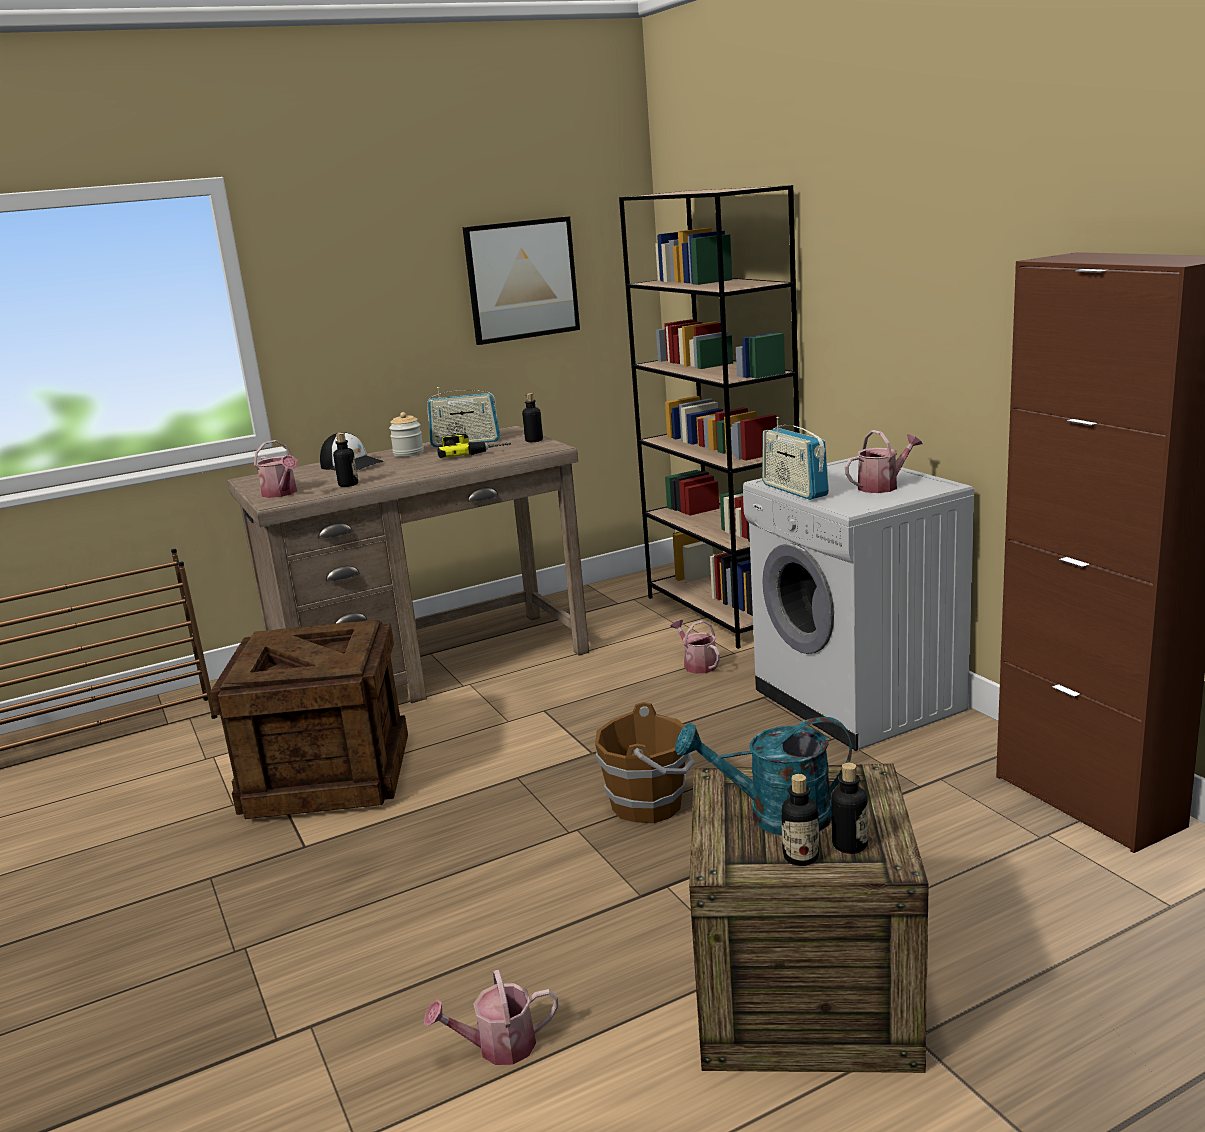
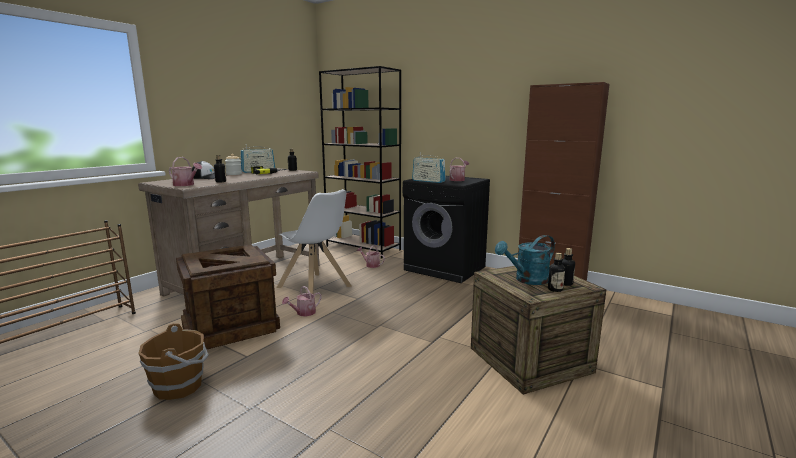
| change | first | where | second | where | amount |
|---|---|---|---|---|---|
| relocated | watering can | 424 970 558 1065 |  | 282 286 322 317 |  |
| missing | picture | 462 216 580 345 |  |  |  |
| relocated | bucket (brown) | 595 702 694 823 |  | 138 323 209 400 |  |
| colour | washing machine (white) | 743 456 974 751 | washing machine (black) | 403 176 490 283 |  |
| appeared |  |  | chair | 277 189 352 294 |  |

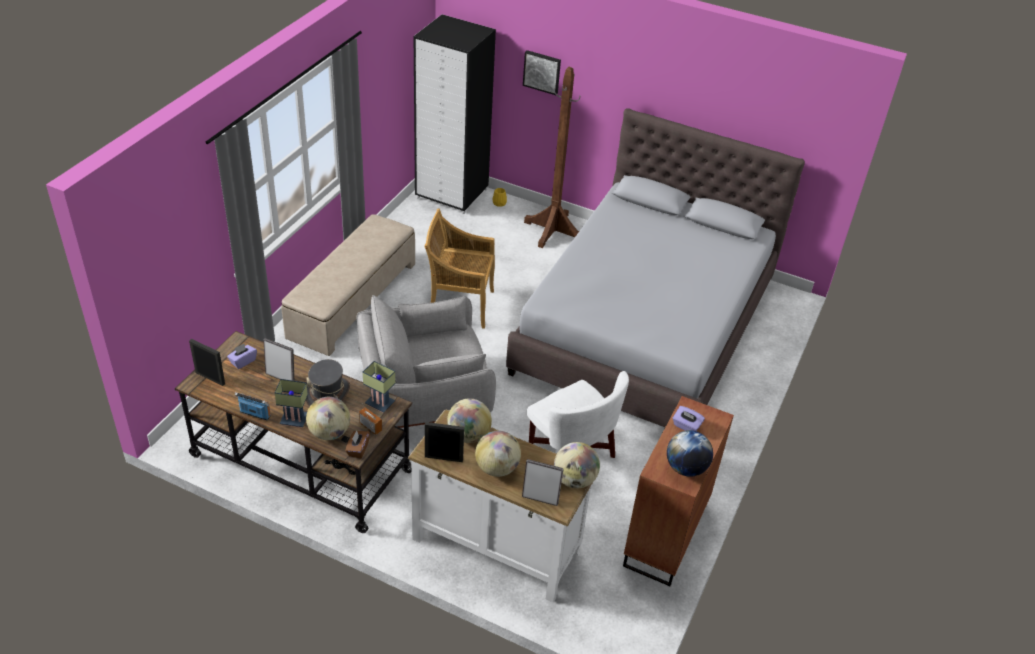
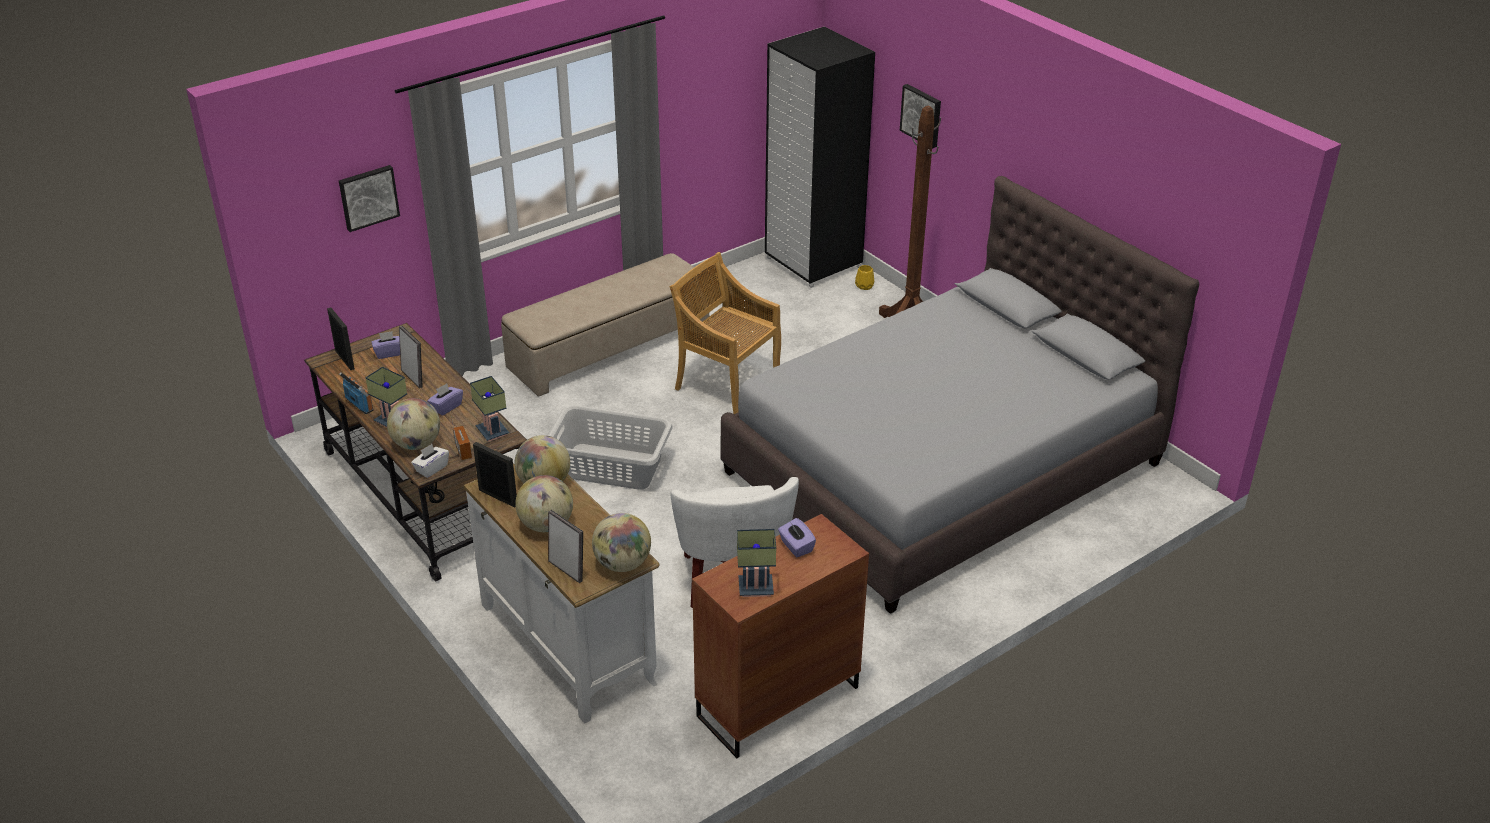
| change | first | where | second | where | amount |
|---|---|---|---|---|---|
| exchanged | hat (grey) | 306 359 350 407 | tissue box (purple) | 427 383 463 415 |  |
| colour | tissue box (brown) | 345 431 370 459 | tissue box (white) | 411 444 449 478 |  |
| exchanged | armchair (grey) | 357 295 496 428 | laundry basket (grey) | 548 405 673 490 |  |
| exchanged | globe | 667 430 713 477 | table lamp | 737 529 776 597 |  |
| appeared |  |  | picture | 339 165 400 232 |  |

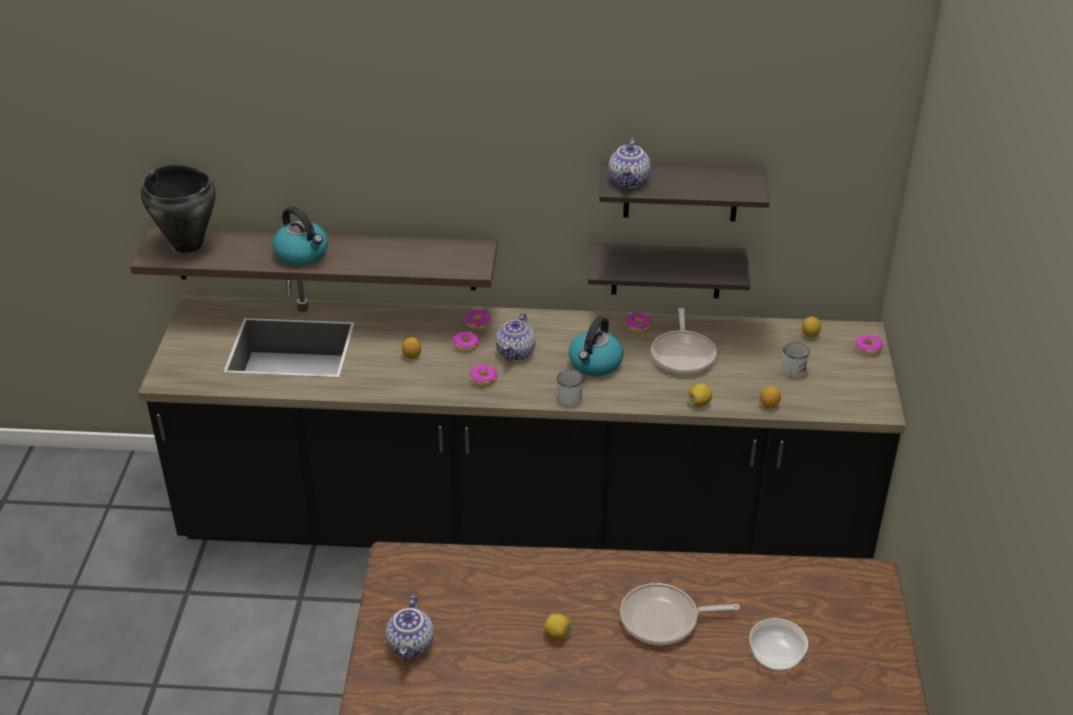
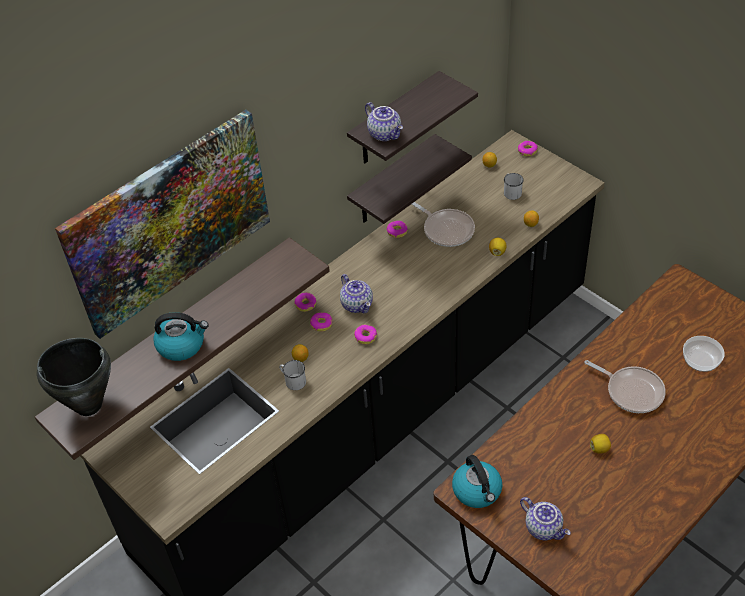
| change | first | where | second | where | amount |
|---|---|---|---|---|---|
| relocated | mug (white) | 557 370 584 406 |  | 279 360 306 390 |  |
| relocated | kettle | 568 316 623 376 |  | 452 455 502 508 |  |
| spun | frying pan | 620 583 740 645 |  | 585 360 666 413 | 90 degrees counterclockwise |
| appeared |  |  | picture | 55 110 270 339 |  |

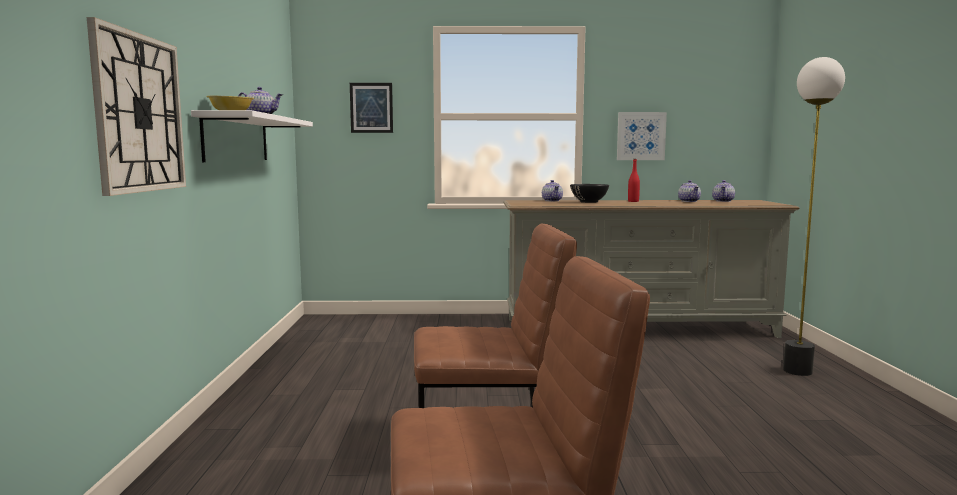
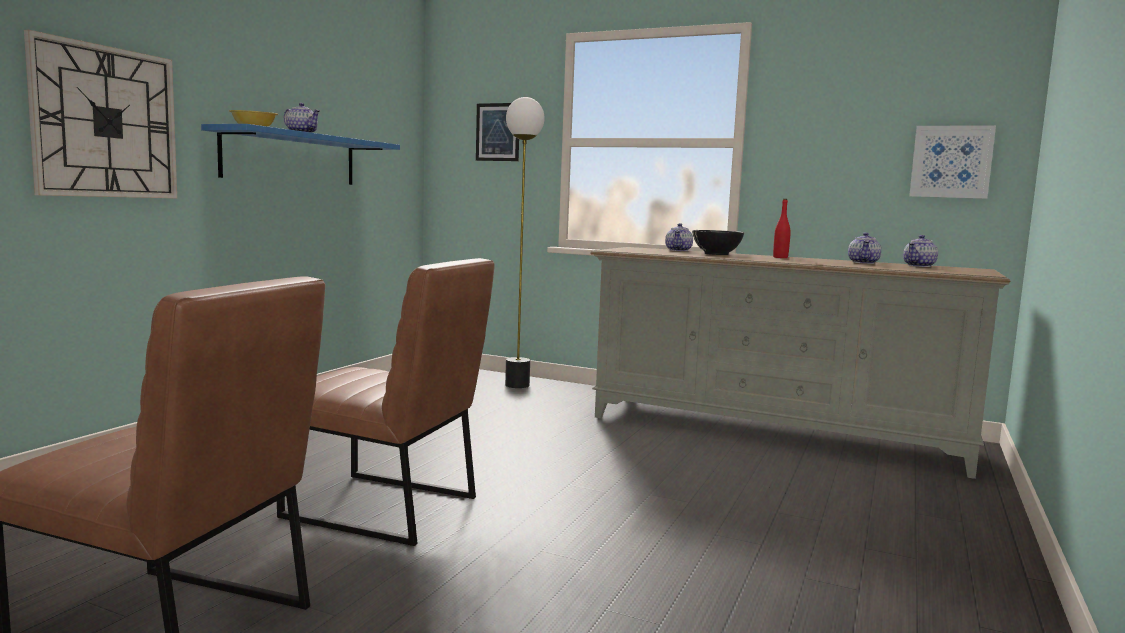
| change | first | where | second | where | amount |
|---|---|---|---|---|---|
| colour | shelf (white) | 191 110 313 162 | shelf (blue) | 201 124 400 185 |  |
| relocated | picture | 617 112 667 160 |  | 909 125 996 199 |  |
| relocated | floor lamp | 783 57 845 376 |  | 505 97 545 388 |  |

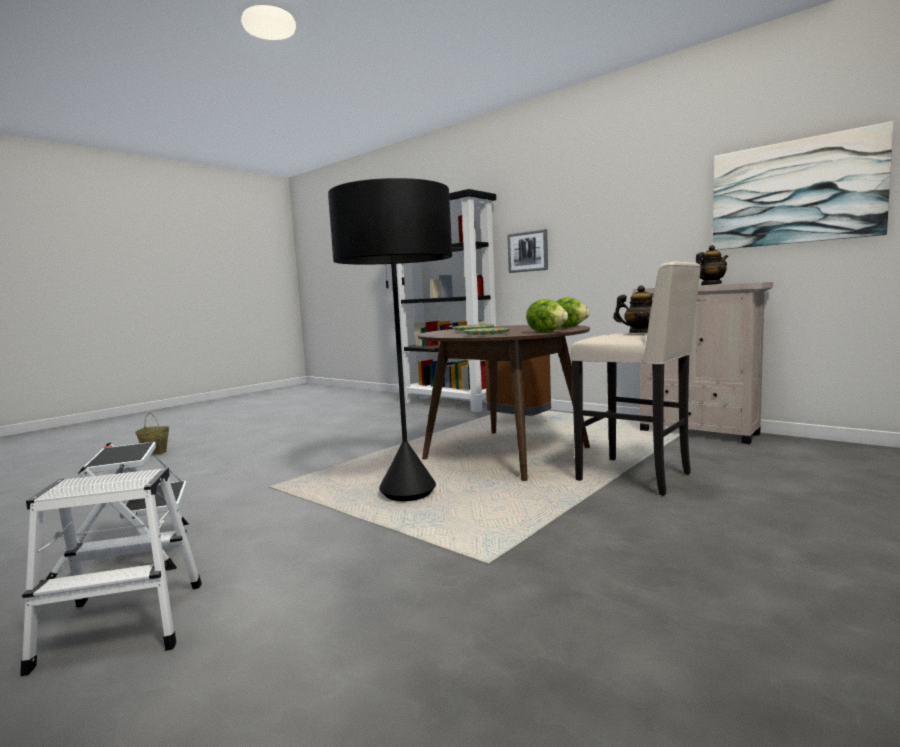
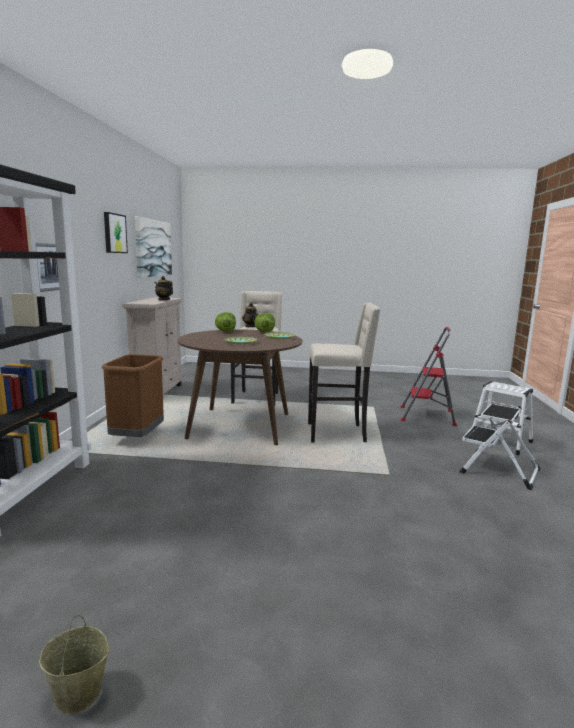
| change | first | where | second | where | amount |
|---|---|---|---|---|---|
| relocated | bucket (beige) | 135 413 169 456 |  | 39 615 109 713 |  |
| exchanged | floor lamp (black) | 328 178 452 501 | stool (beige) | 308 303 381 442 |  |
| appeared |  |  | picture | 104 212 128 253 |  |
| appeared |  |  | step ladder (red) | 400 327 457 426 |  |

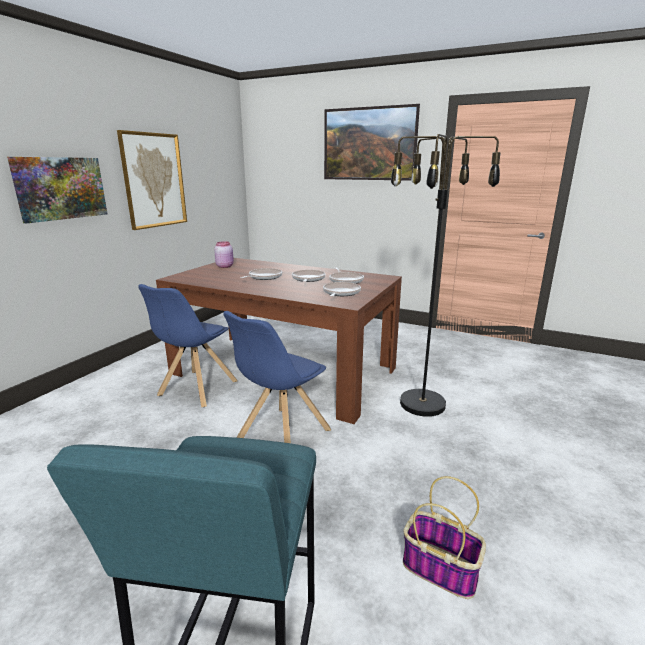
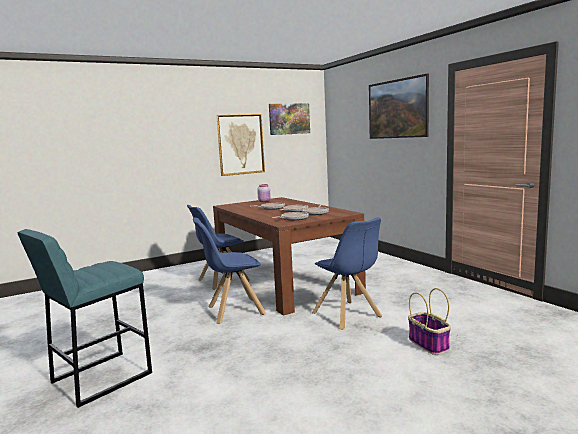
| change | first | where | second | where | amount |
|---|---|---|---|---|---|
| relocated | picture | 7 157 107 223 |  | 269 103 310 135 |  |
| exchanged | floor lamp | 391 134 501 417 | chair (blue) | 312 217 382 330 |  |
| relocated | basket | 403 476 486 599 |  | 408 288 451 355 |  |

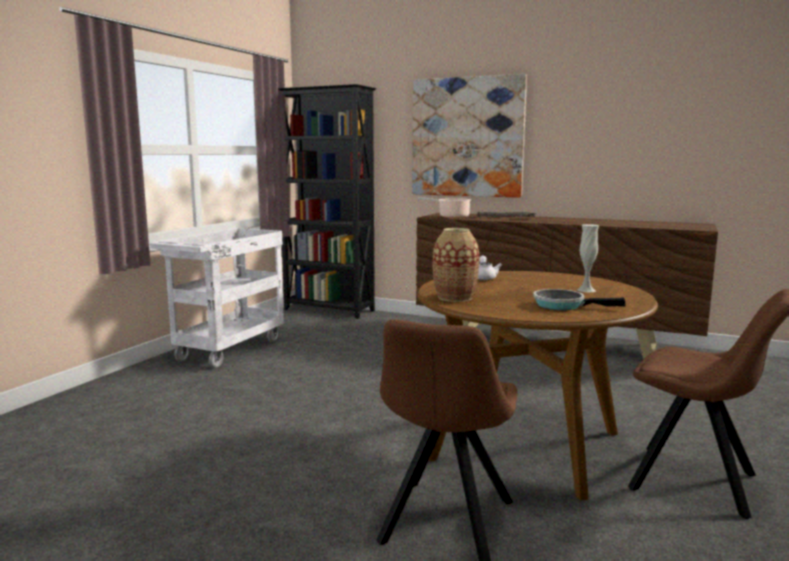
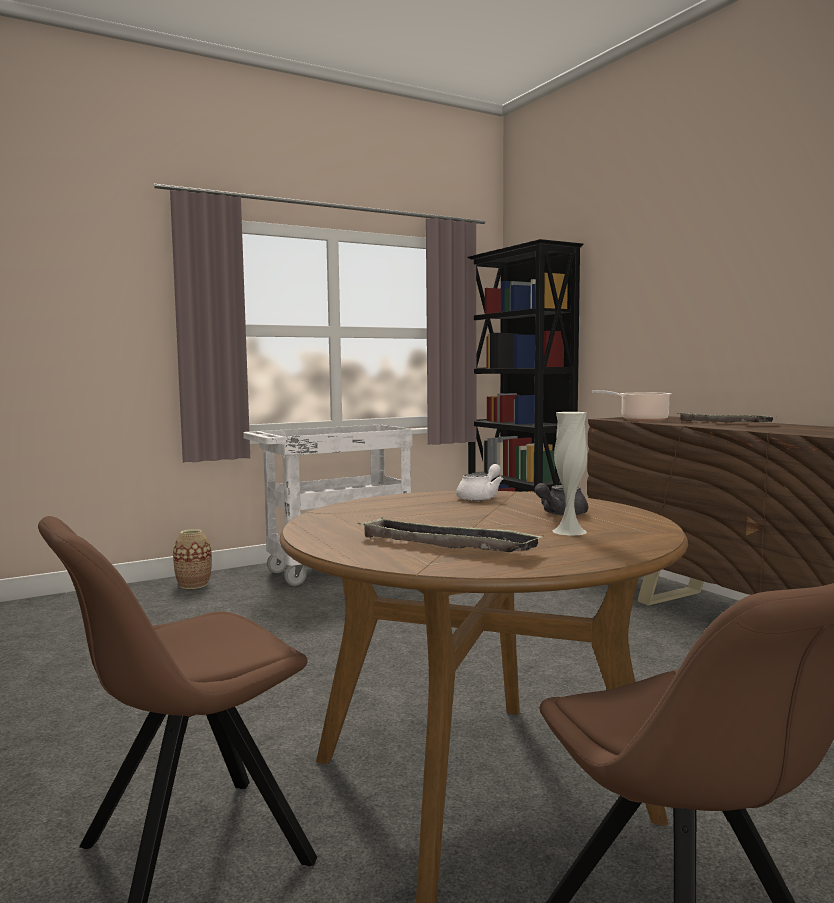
| change | first | where | second | where | amount |
|---|---|---|---|---|---|
| missing | picture | 412 74 527 198 |  |  |  |
| relocated | vase | 432 228 479 302 |  | 173 529 212 589 |  |
| exchanged | frying pan | 533 289 626 310 | tray | 357 517 544 552 |  |
| appeared |  |  | teapot (grey) | 535 483 588 516 |  |

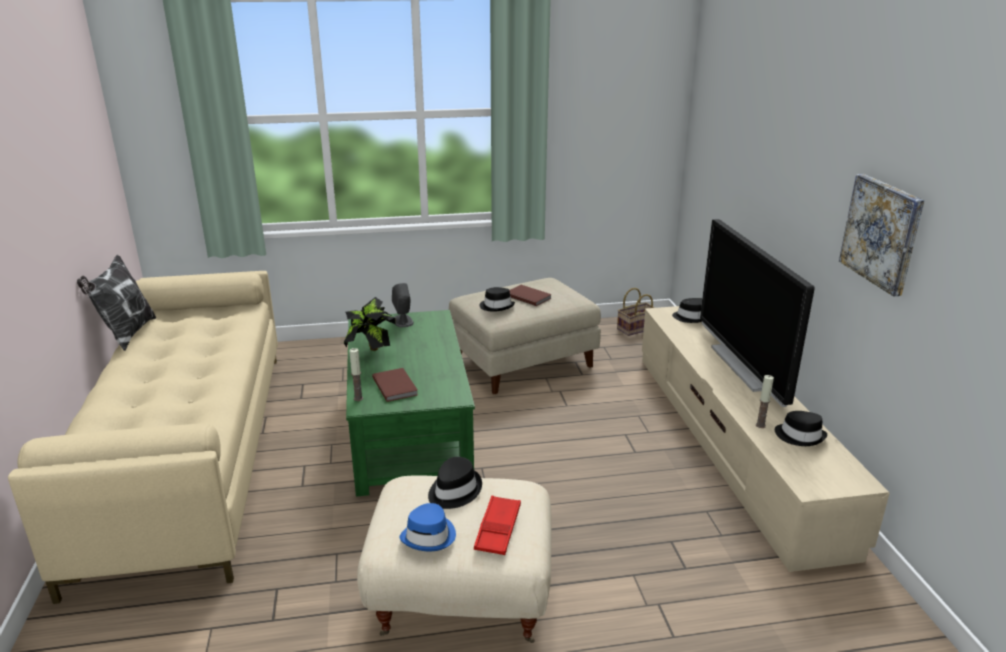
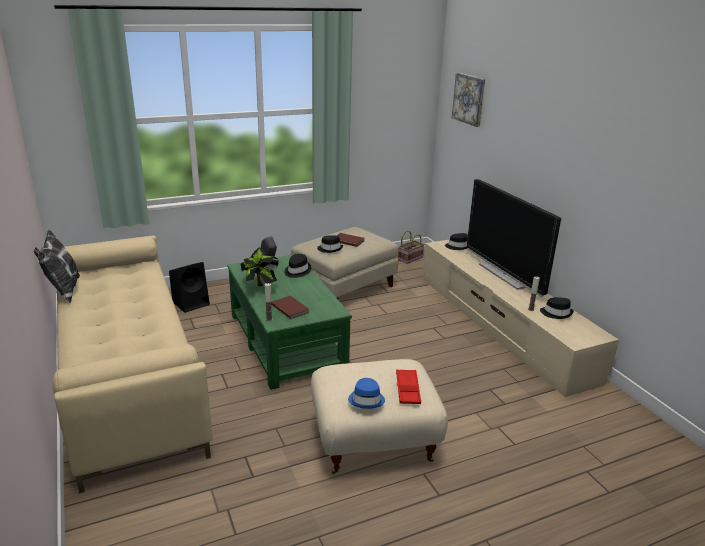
| change | first | where | second | where | amount |
|---|---|---|---|---|---|
| relocated | hat (black) | 428 457 482 509 |  | 284 254 311 278 |  |
| relocated | picture | 839 174 925 297 |  | 452 73 485 127 |  |
| appeared |  |  | speaker (black) | 169 262 210 313 |  |

